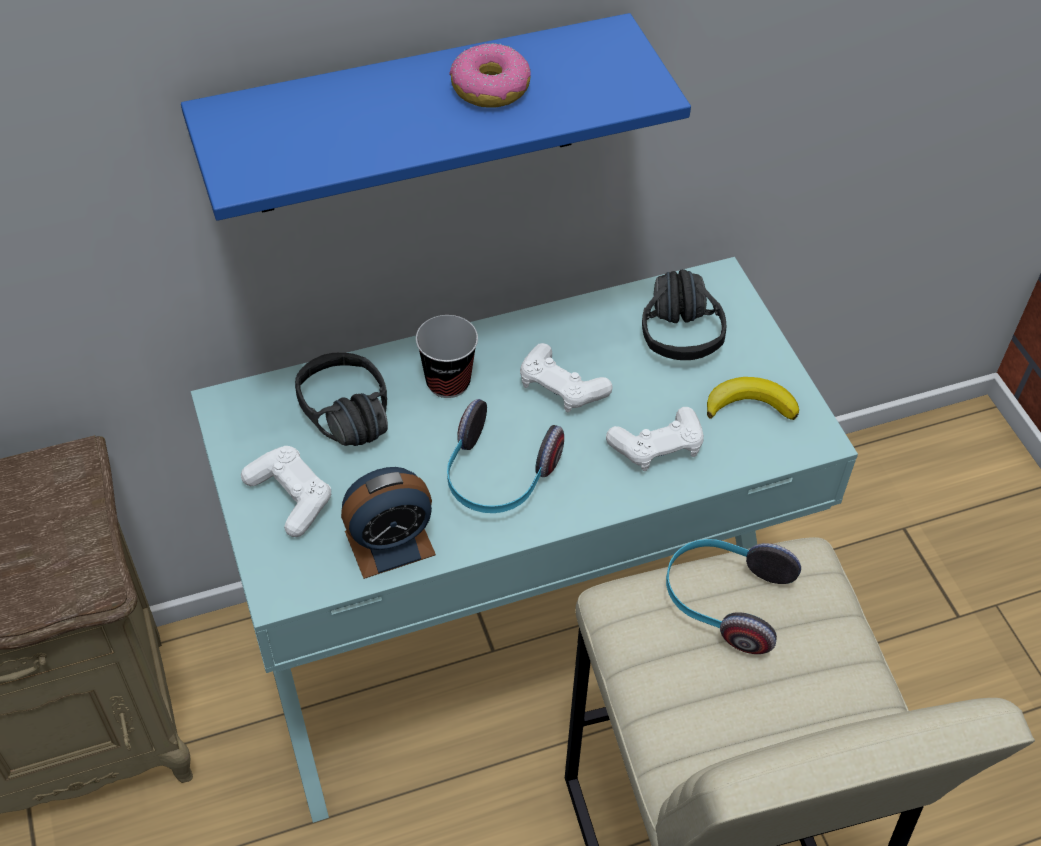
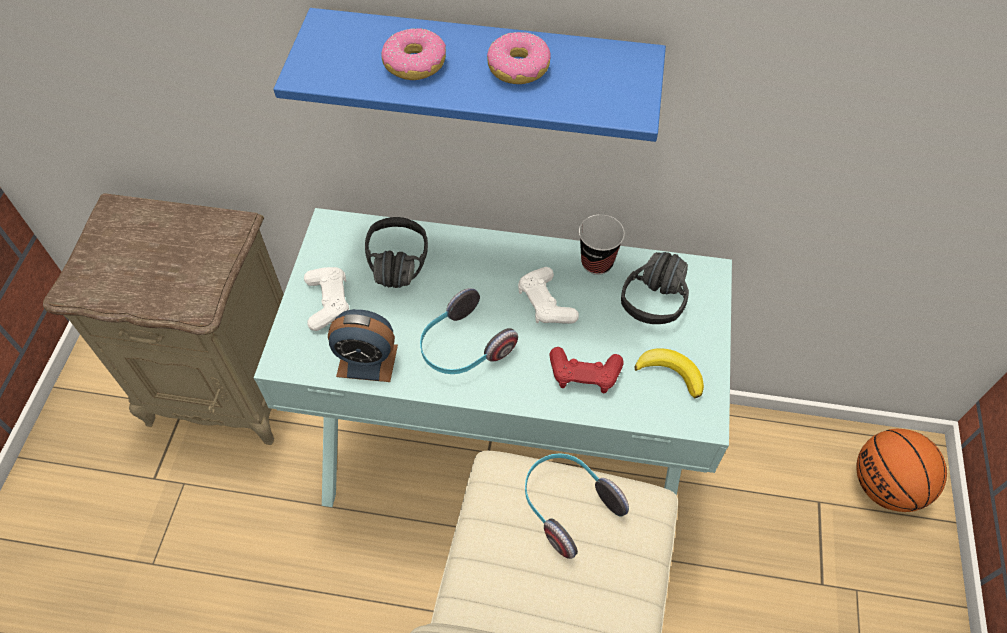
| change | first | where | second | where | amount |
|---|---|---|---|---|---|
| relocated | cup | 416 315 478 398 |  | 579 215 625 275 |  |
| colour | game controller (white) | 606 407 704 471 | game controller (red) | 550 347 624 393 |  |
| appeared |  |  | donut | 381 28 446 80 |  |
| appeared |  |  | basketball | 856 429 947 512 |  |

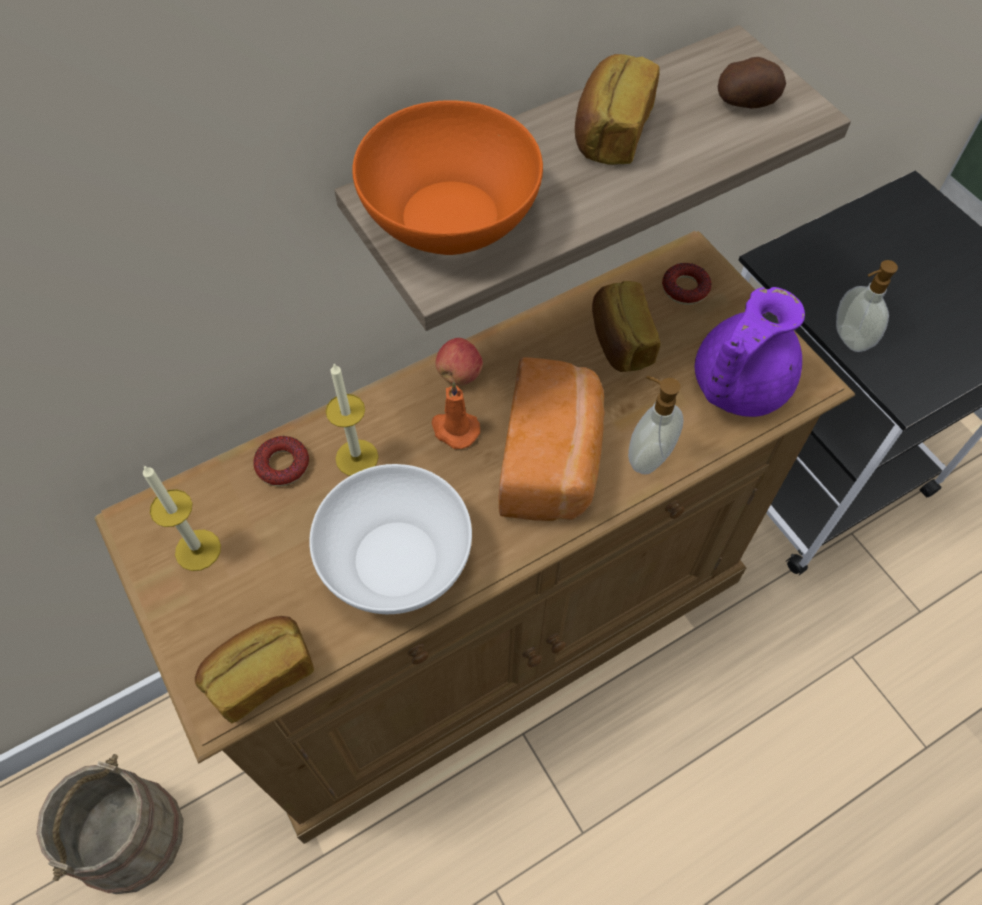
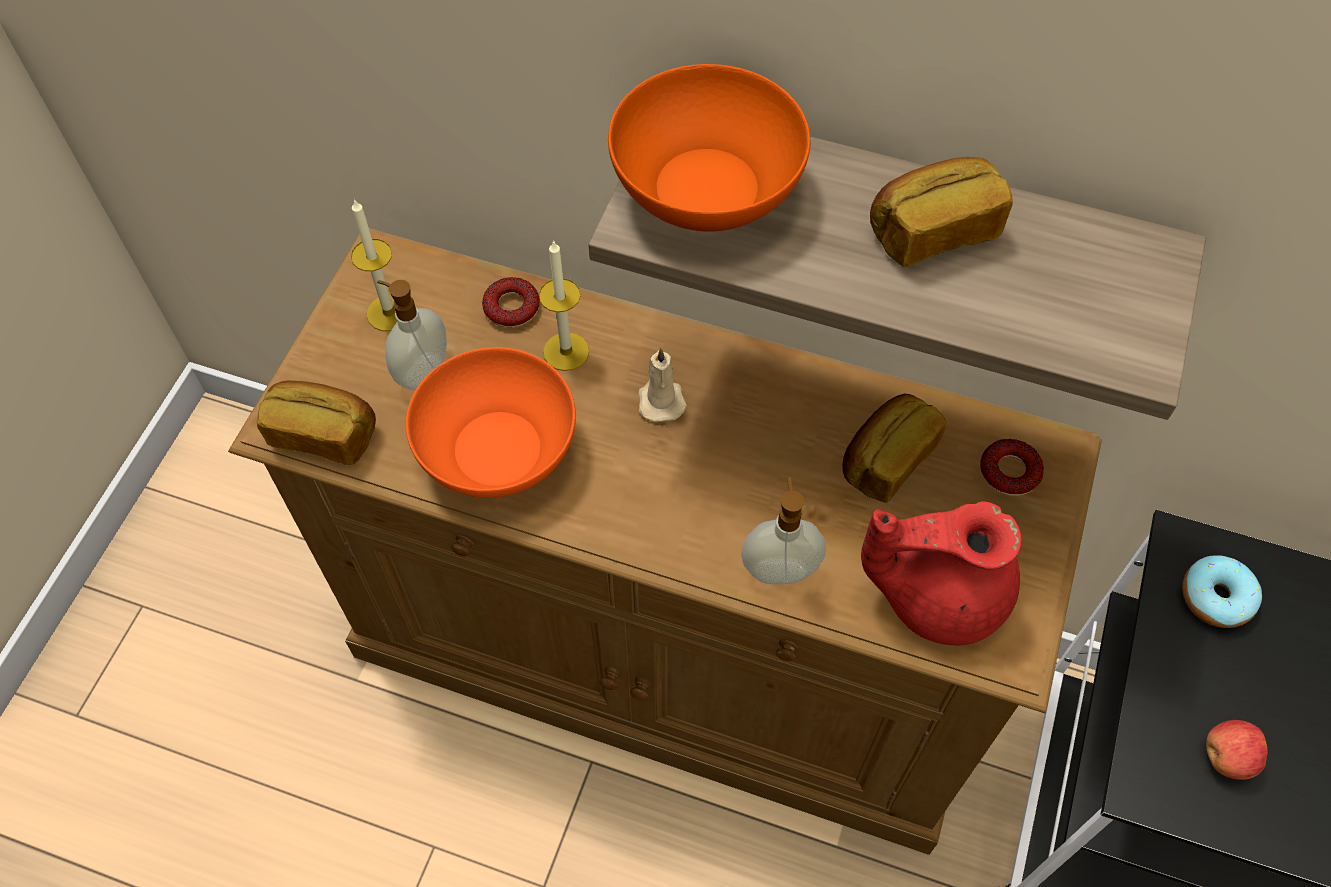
| change | first | where | second | where | amount |
|---|---|---|---|---|---|
| missing | bucket (beige) | 36 754 183 894 |  |  |  |
| colour | bowl (white) | 309 464 472 614 | bowl (orange) | 406 347 576 498 |  |
| colour | candle (orange) | 432 382 480 449 | candle (beige) | 638 348 687 422 |  |
| relocated | apple | 436 338 483 385 |  | 1206 720 1267 780 |  |
| missing | bread | 498 357 605 521 |  |  |  |
| colour | teapot (purple) | 695 287 805 417 | teapot (red) | 861 501 1022 645 |  |
| missing | potato | 717 57 786 109 |  |  |  |
| relocated | soap dispenser | 836 260 898 352 |  | 377 280 447 390 |  |
| appeared |  |  | donut | 1182 555 1262 628 |  |

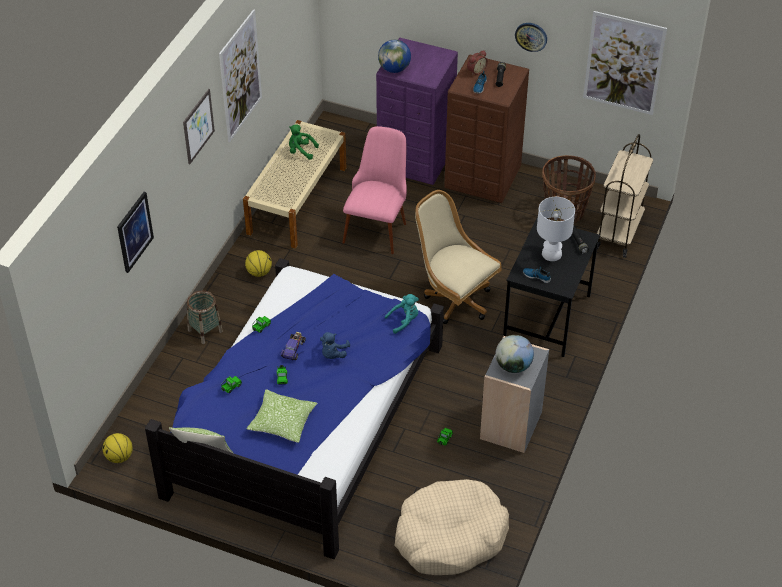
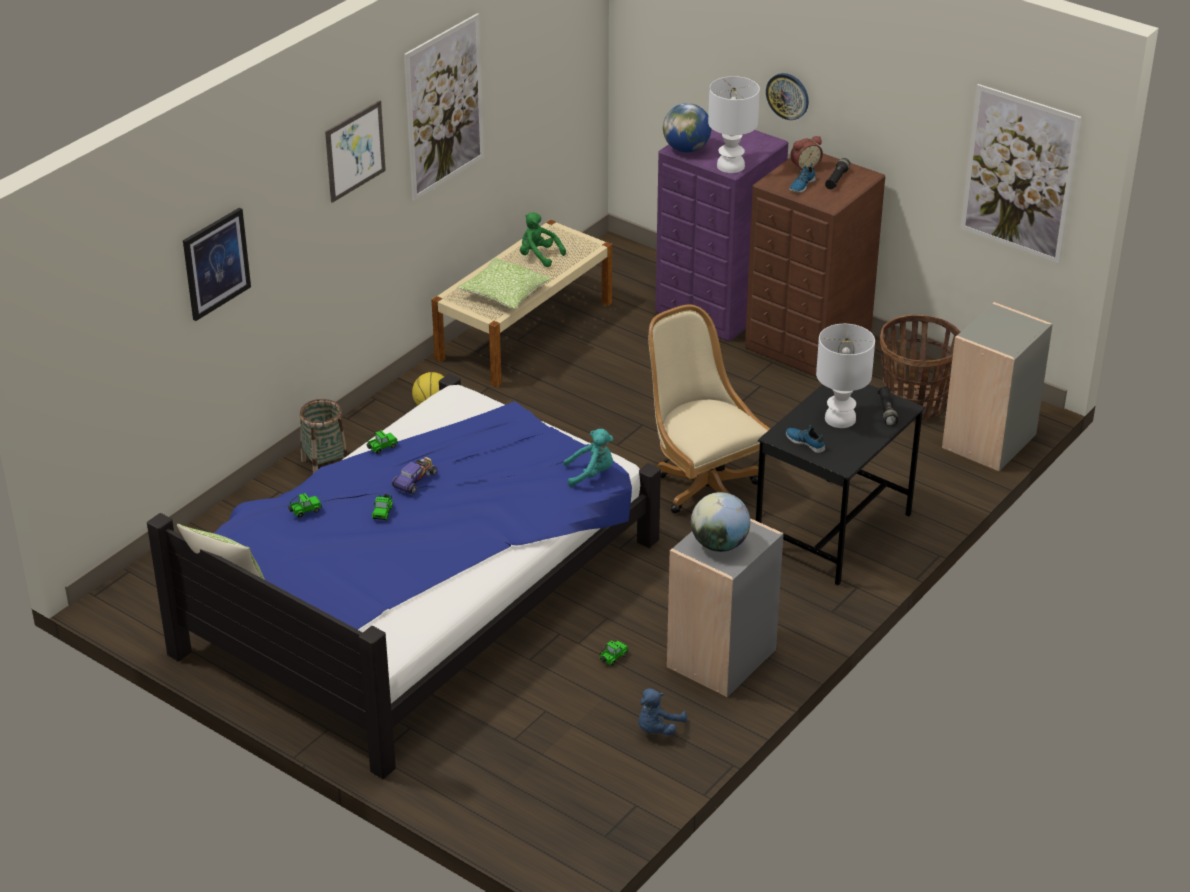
| change | first | where | second | where | amount |
|---|---|---|---|---|---|
| missing | basketball | 103 433 133 463 |  |  |  |
| relocated | pillow | 247 389 317 443 |  | 457 257 553 309 |  |
| relocated | plush toy (blue) | 320 332 350 359 |  | 639 688 687 736 |  |
| missing | chair (pink) | 343 126 407 254 |  |  |  |
| missing | dog bed (beige) | 395 479 509 575 |  |  |  |
| relocated | wall clock | 515 23 547 52 |  | 766 73 809 120 |  |
| exchanged | cart (beige) | 597 134 653 258 | bookcase (grey) | 942 302 1053 471 |  |
| appeared |  |  | table lamp (white) | 708 76 760 173 |  |

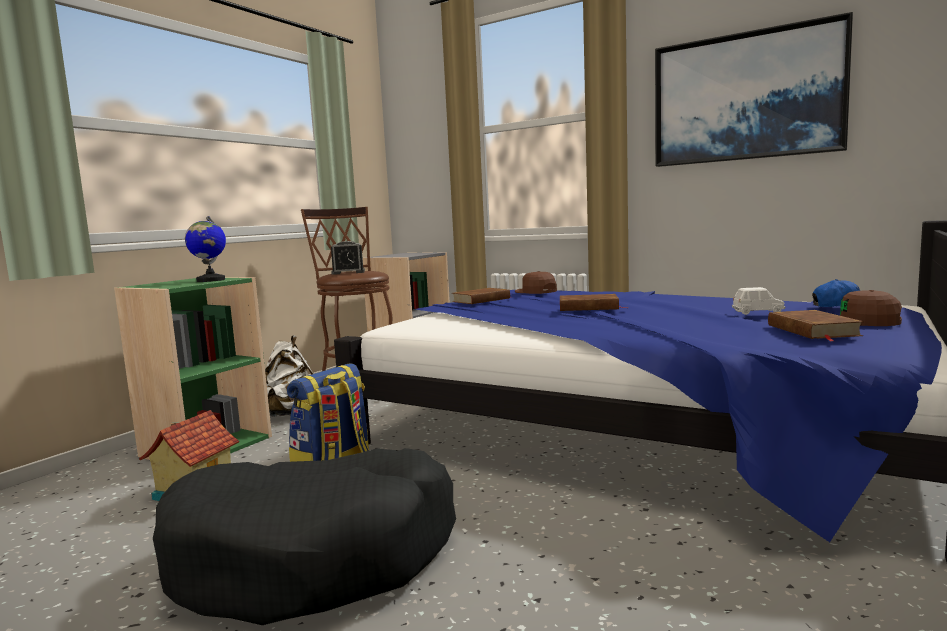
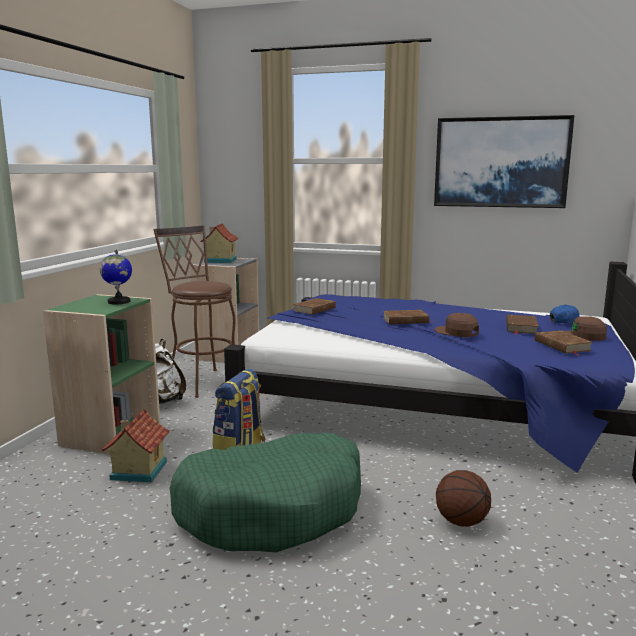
| change | first | where | second | where | amount |
|---|---|---|---|---|---|
| colour | dog bed (black) | 153 448 456 625 | dog bed (green) | 170 432 361 552 |  |
| missing | alarm clock | 331 241 365 275 |  |  |  |
| relocated | cap (brown) | 515 271 557 294 |  | 435 313 479 337 |  |
| exchanged | toy car (white) | 732 287 785 315 | book (brown) | 506 314 539 335 |  |
| appeared |  |  | toy house | 200 223 239 263 |  |
| appeared |  |  | basketball | 436 470 491 527 |  |

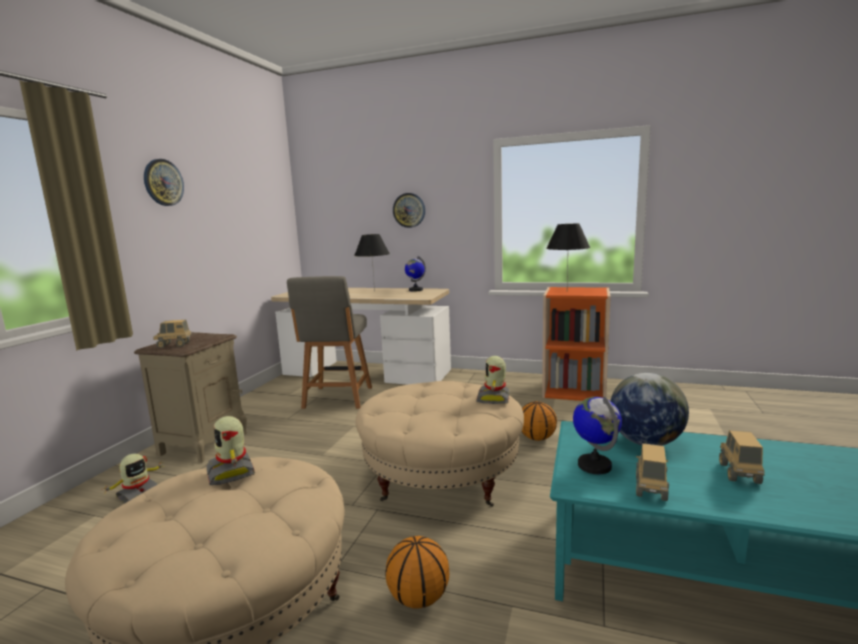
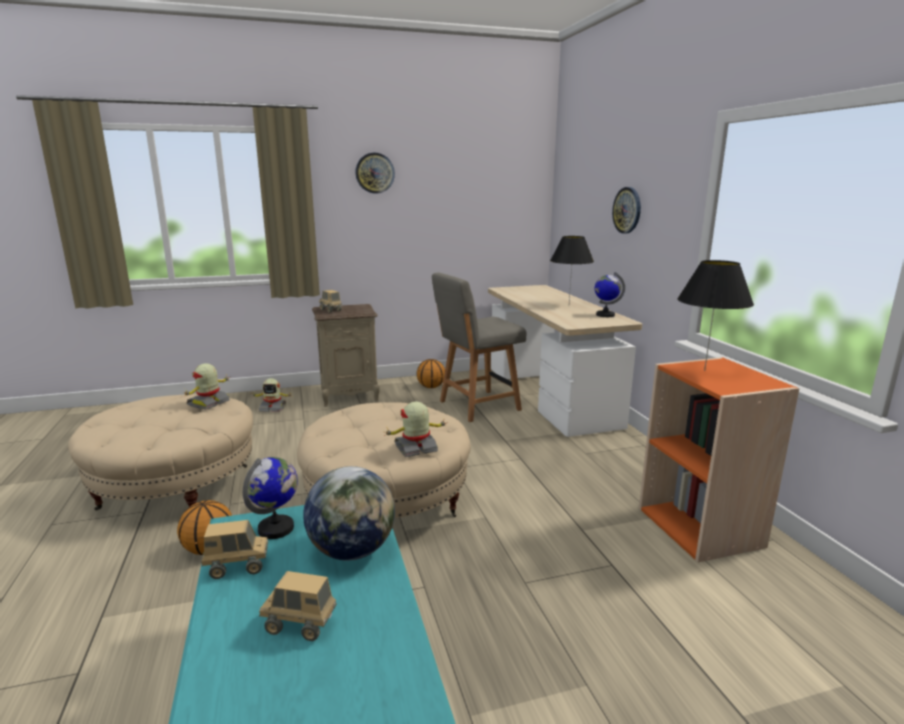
| change | first | where | second | where | amount |
|---|---|---|---|---|---|
| relocated | basketball | 522 401 557 441 |  | 417 359 445 388 |  |
| spun | toy truck | 719 430 765 484 |  | 259 571 337 641 | 150 degrees counterclockwise |

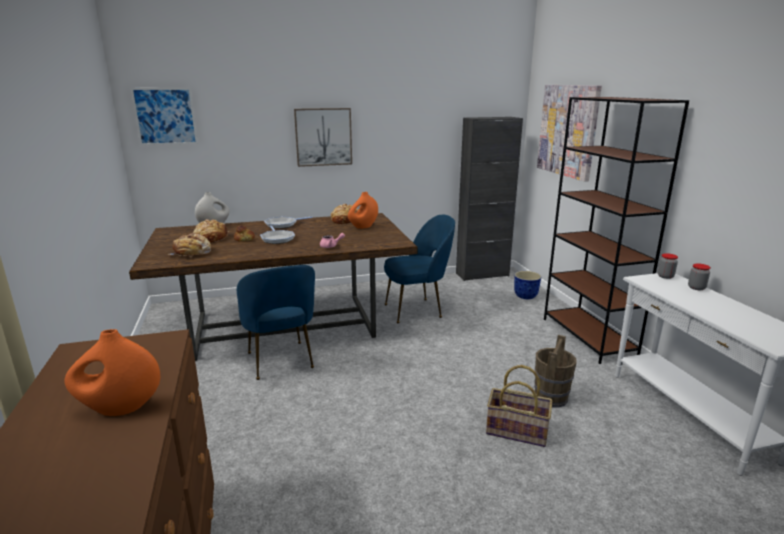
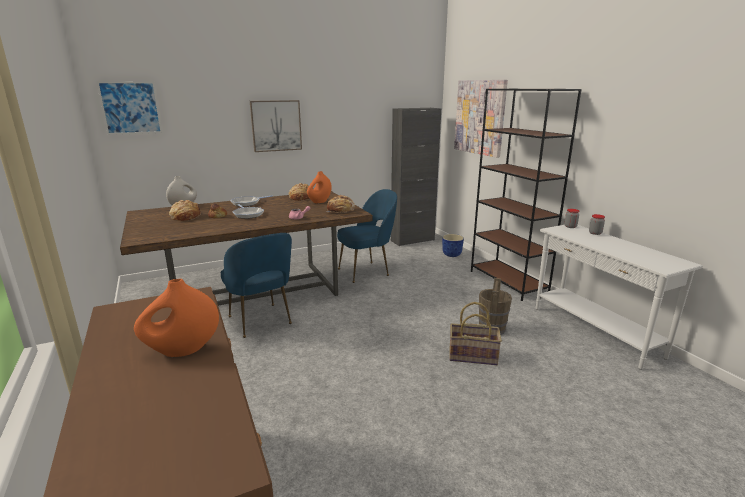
| change | first | where | second | where | amount |
|---|---|---|---|---|---|
| relocated | bread | 169 233 211 257 |  | 327 195 355 213 |  |

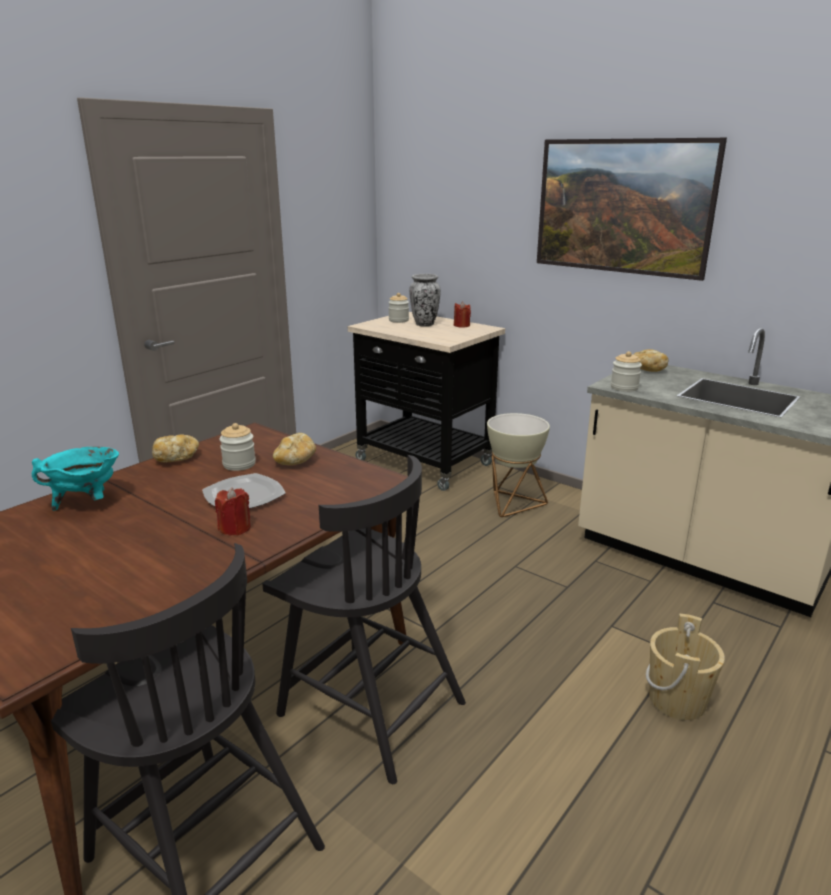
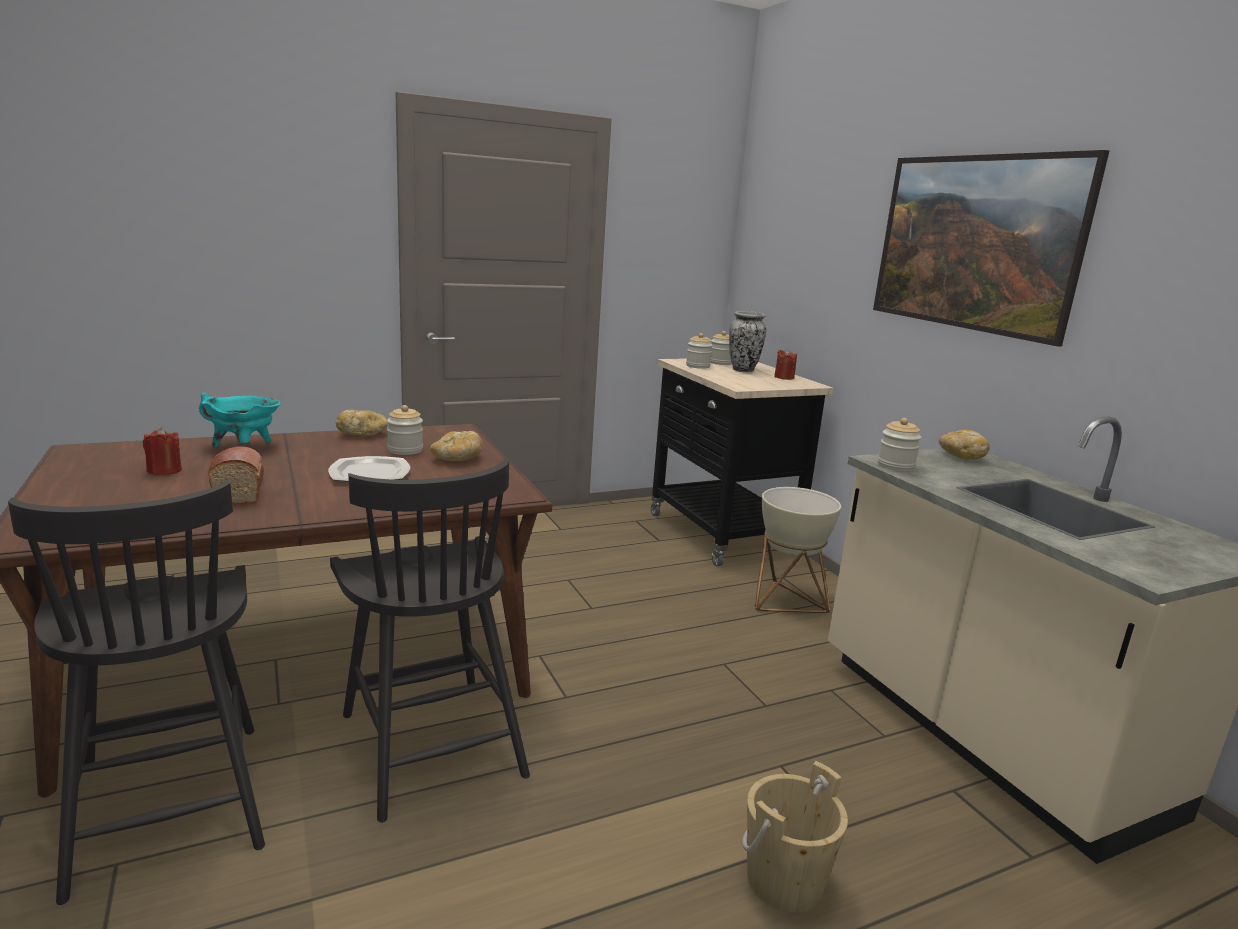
| change | first | where | second | where | amount |
|---|---|---|---|---|---|
| relocated | candle (red) | 215 487 251 536 |  | 143 427 182 475 |  |
| appeared |  |  | bread | 208 447 264 504 |  |
| appeared |  |  | jar | 686 333 713 369 |  |

